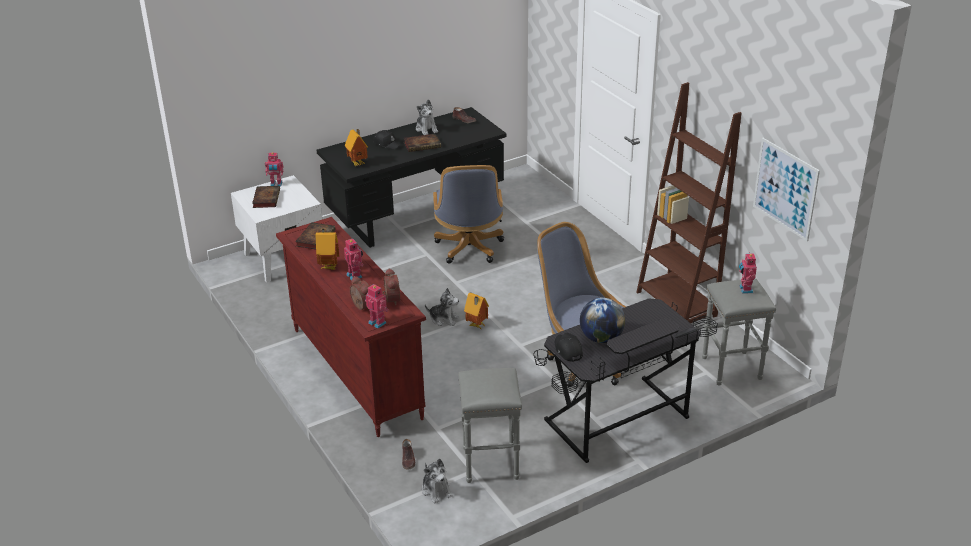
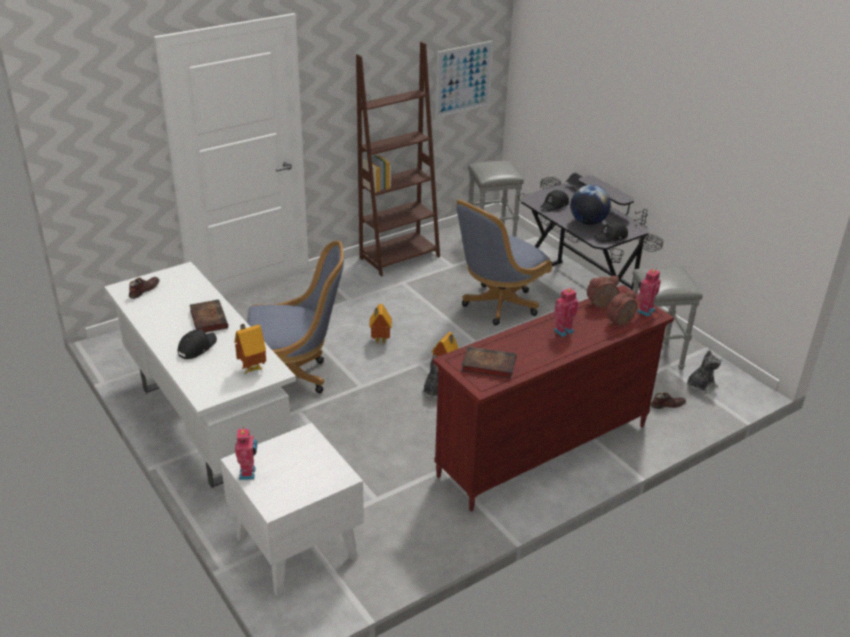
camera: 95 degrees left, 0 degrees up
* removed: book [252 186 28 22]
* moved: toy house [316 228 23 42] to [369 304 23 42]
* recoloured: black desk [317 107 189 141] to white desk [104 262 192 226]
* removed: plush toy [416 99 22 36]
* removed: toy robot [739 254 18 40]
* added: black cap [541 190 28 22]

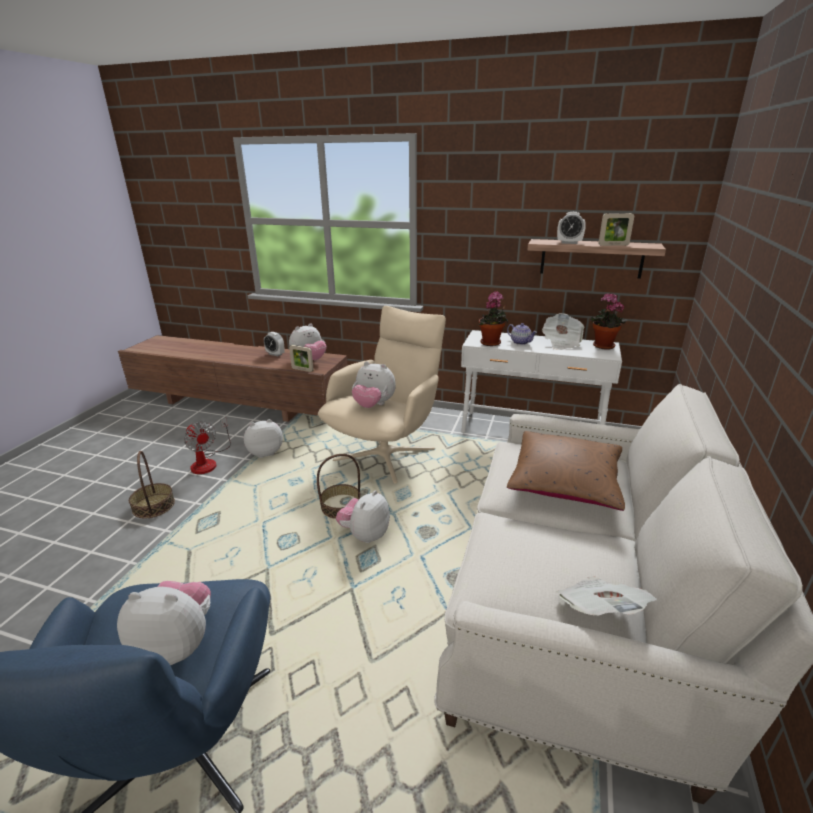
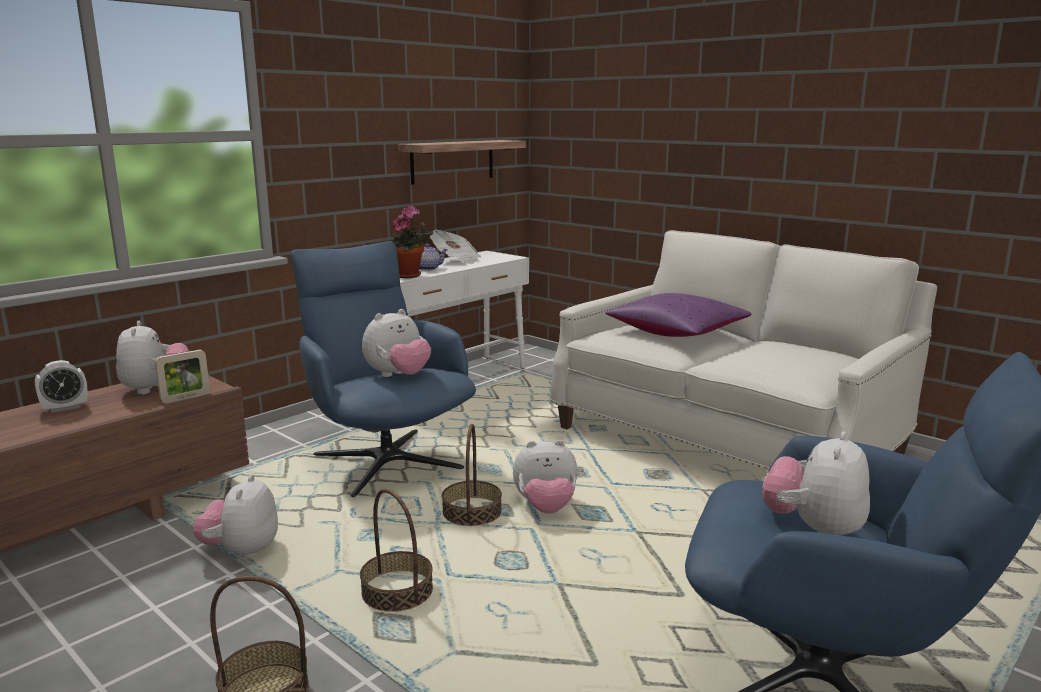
camera: 65 degrees left, 10 degrees down
* removed: fan [184 418 47 56]
* recoloured: beige armchair [318 306 128 178] to blue armchair [291 241 185 256]
* turned: plush toy [336 490 54 53] = [513 440 64 74] 60 degrees counterclockwise
* recoloured: brown pillow [507 431 118 80] to purple pillow [605 293 147 44]
* removed: newspaper [556 577 101 39]
* removed: alarm clock [557 212 29 32]
* removed: potted plant [590 293 38 57]
* removed: picture frame [599 213 35 33]
* added: basket [360 489 73 123]

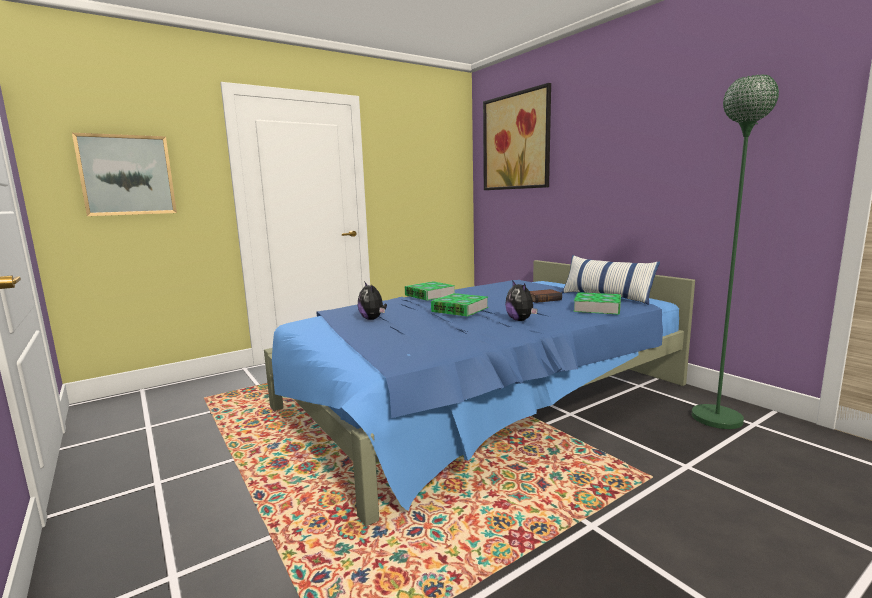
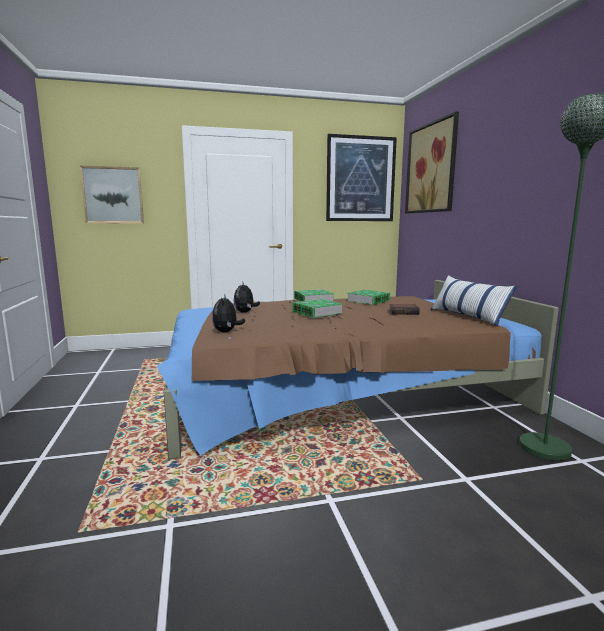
camera: 20 degrees right, 0 degrees up
* recoloured: blue bed [264 260 431 266] to brown bed [157 280 402 179]
* moved: plush toy [505 280 33 41] to [212 294 33 38]
* moved: book [573 292 48 23] to [348 290 42 15]
* added: picture [326 134 71 87]

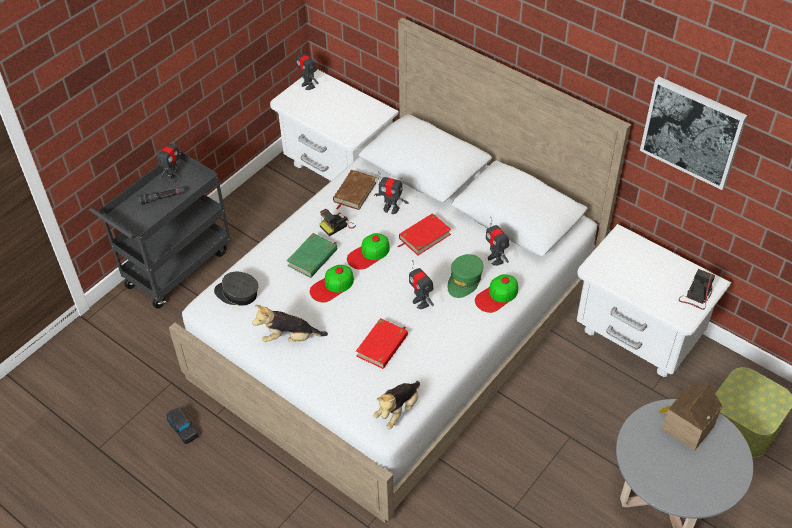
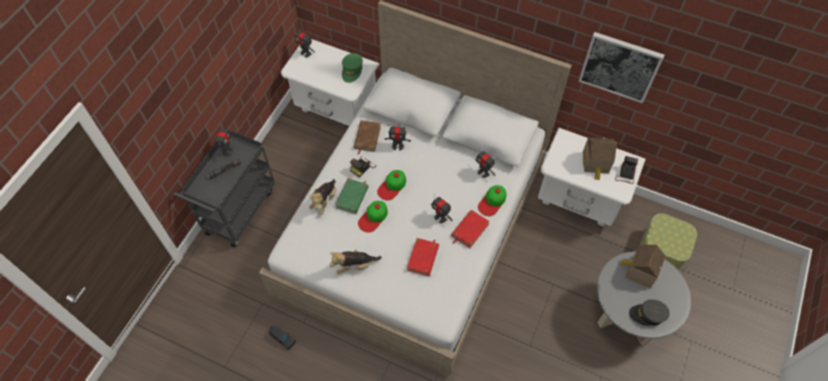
camera: 15 degrees left, 10 degrees up
* moved: grey cap [214 272 44 34] to [629 299 41 27]
* moved: plush toy [373 381 47 49] to [309 179 27 36]
* moved: red book [398 213 53 42] to [451 210 39 38]
* moved: green cap [448 254 35 44] to [342 53 21 30]
* added: toy house [583 138 34 42]

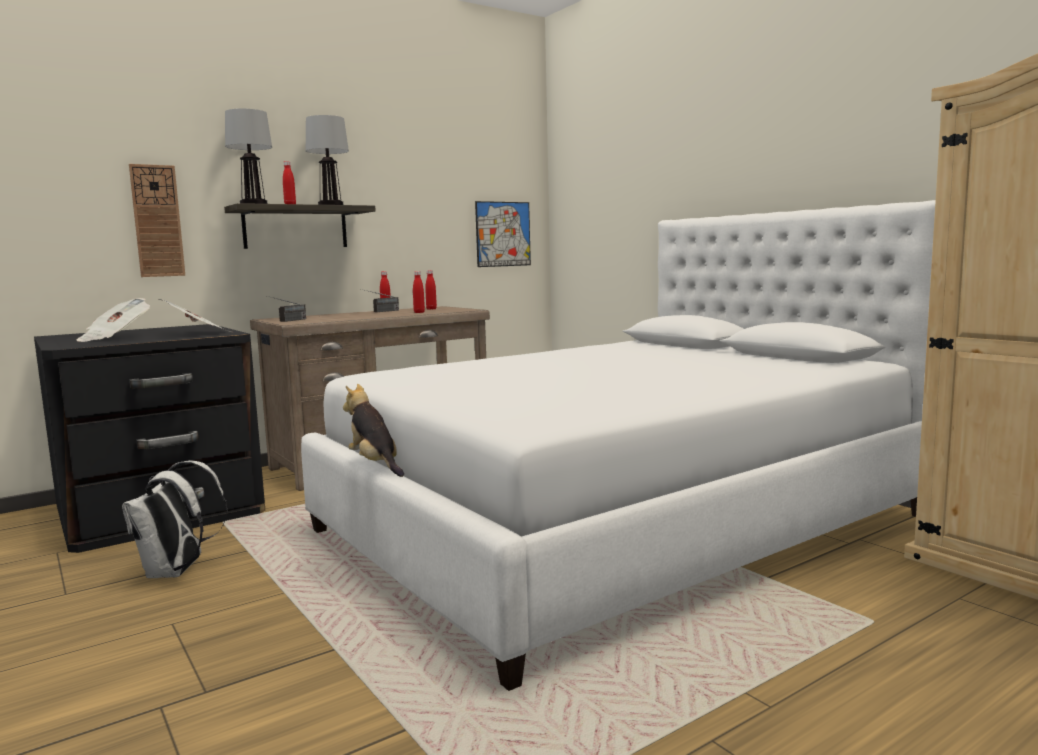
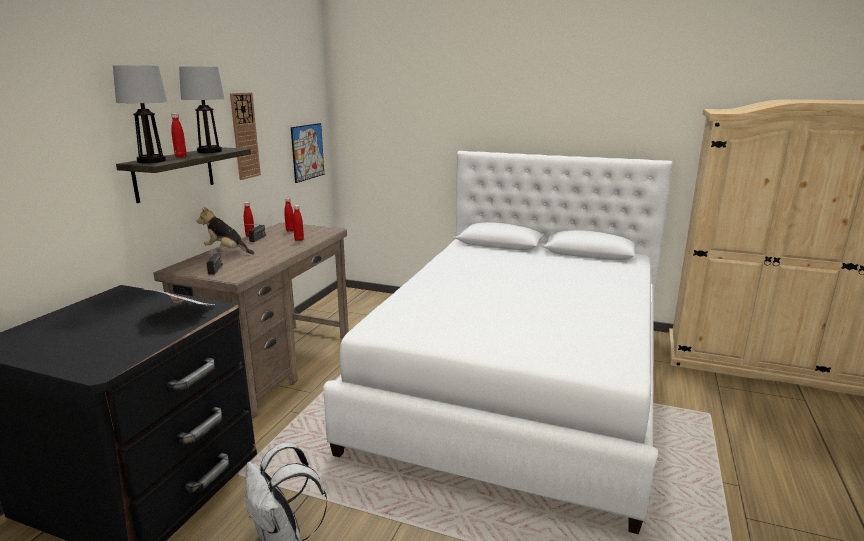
camera: 35 degrees left, 10 degrees up
* removed: newspaper [77 298 73 44]
* moved: wall clock [129 164 56 113] to [230 92 31 88]
* moved: plush toy [343 384 61 93] to [197 207 57 47]

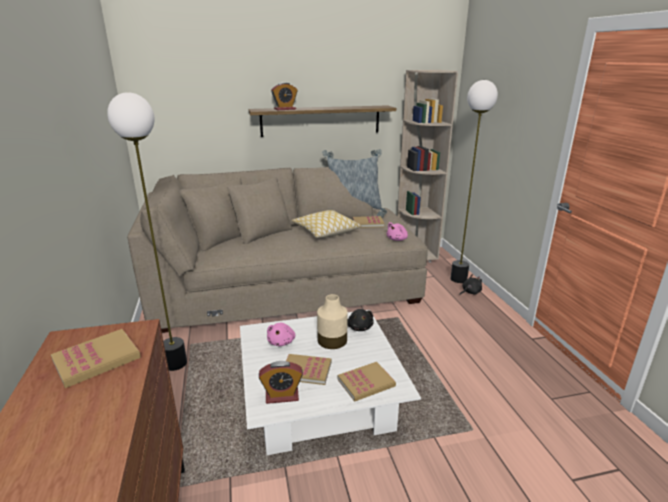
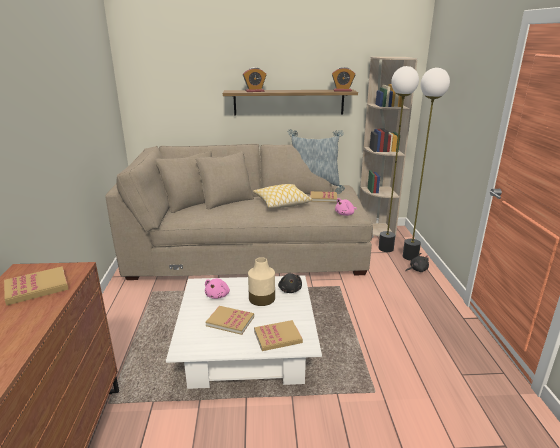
camera: 10 degrees right, 0 degrees up
* moved: floor lamp [107 92 80 279] to [378 66 41 186]
* moved: alarm clock [259 361 44 43] to [332 67 23 25]

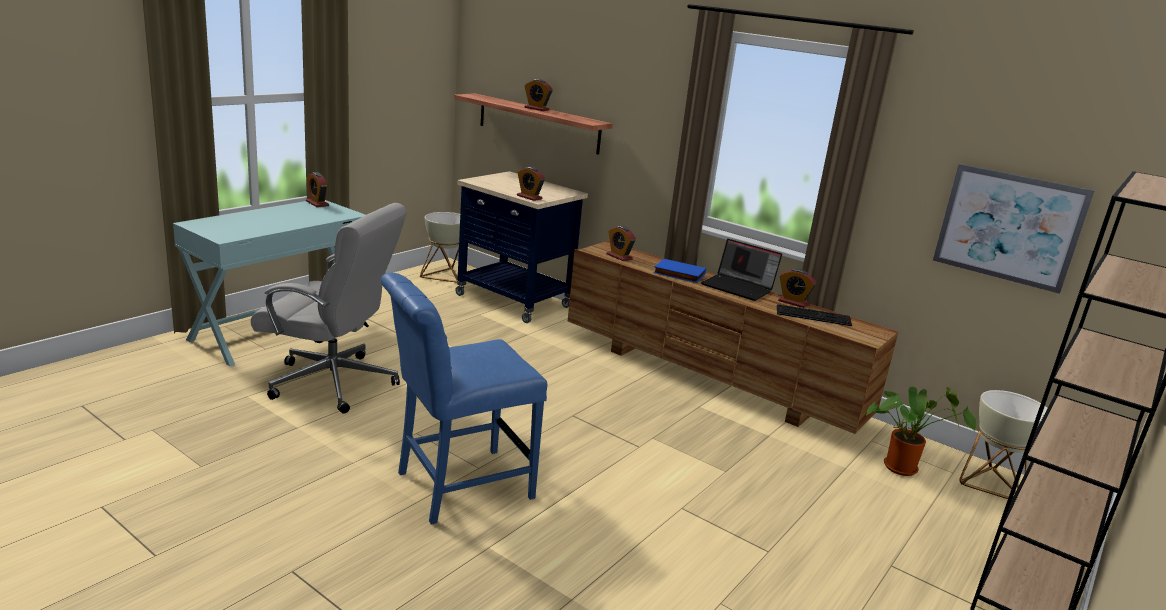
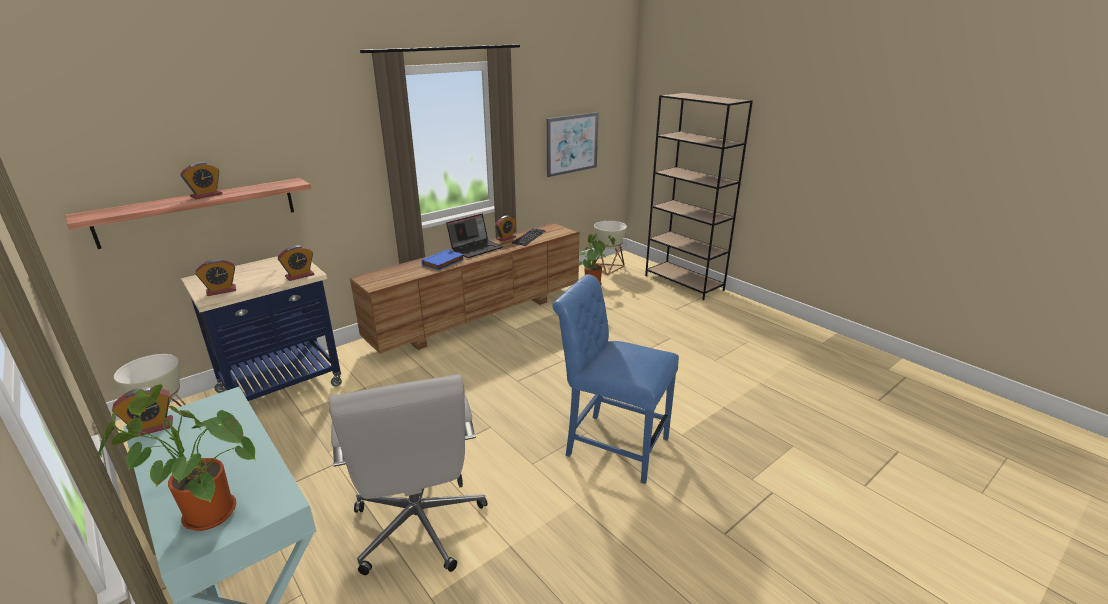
camera: 75 degrees left, 5 degrees up
* turned: grey office chair [251 203 156 210] = [329 374 159 201] 135 degrees clockwise
* turned: blue chair [381 273 166 252] = [553 274 126 210] 135 degrees clockwise
* moved: alarm clock [607 226 29 35] to [196 259 40 37]
* added: potted plant [98 384 157 147]

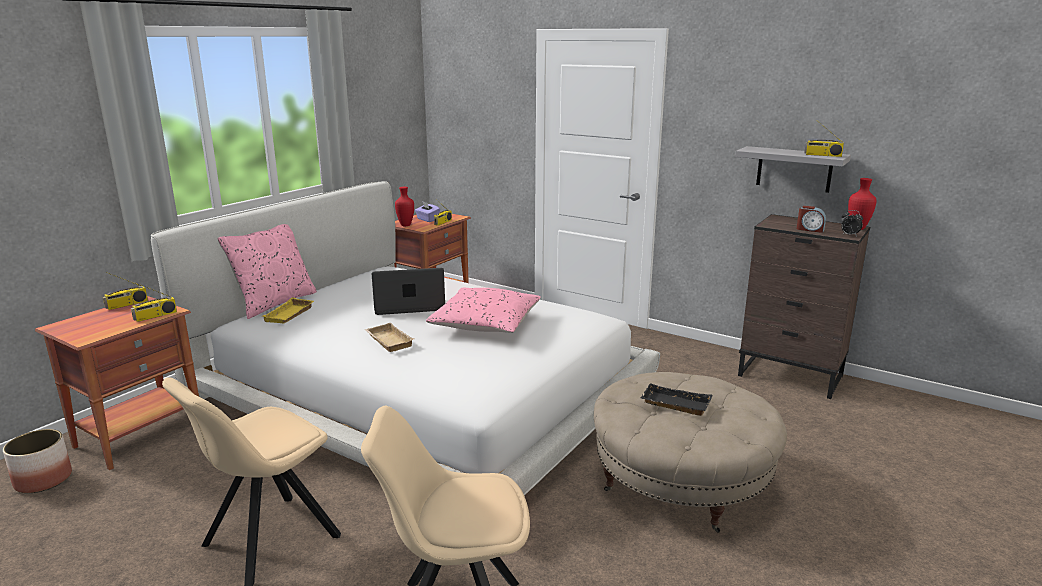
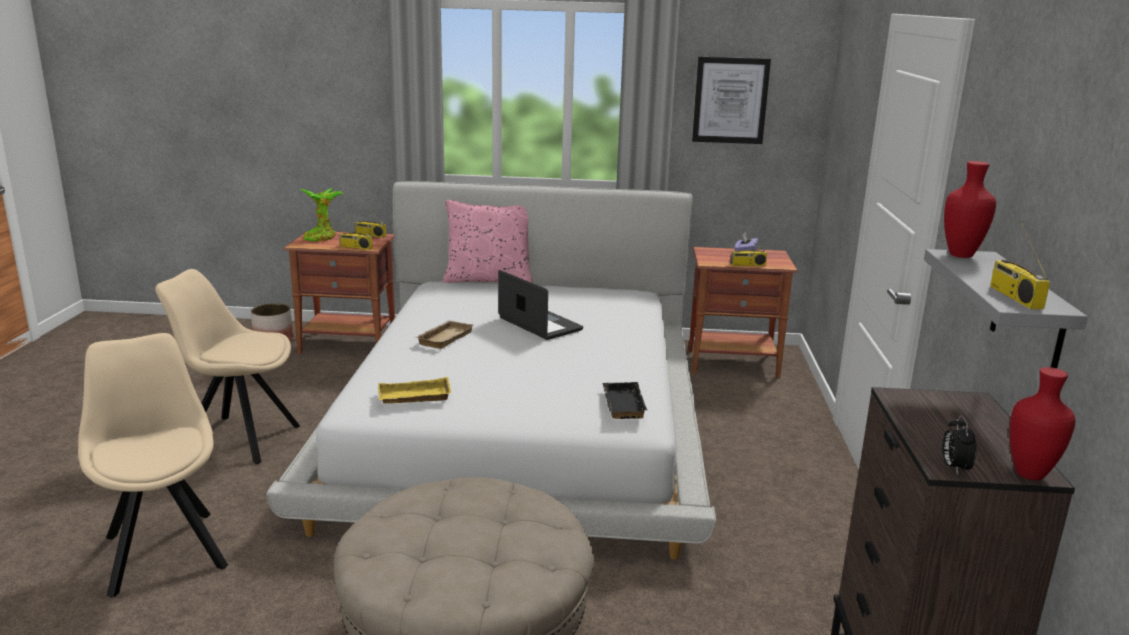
camera: 60 degrees right, 0 degrees up
* moved: yellow tray [263 297 51 26] to [378 377 73 27]
* moved: red vase [395 187 19 39] to [944 161 52 97]
* removed: pink pillow [426 288 115 45]
* moved: black tray [641 383 71 33] to [602 382 45 37]
* removed: alarm clock [797 206 29 27]
* added: potted plant [299 188 45 53]
* added: picture [692 57 79 87]

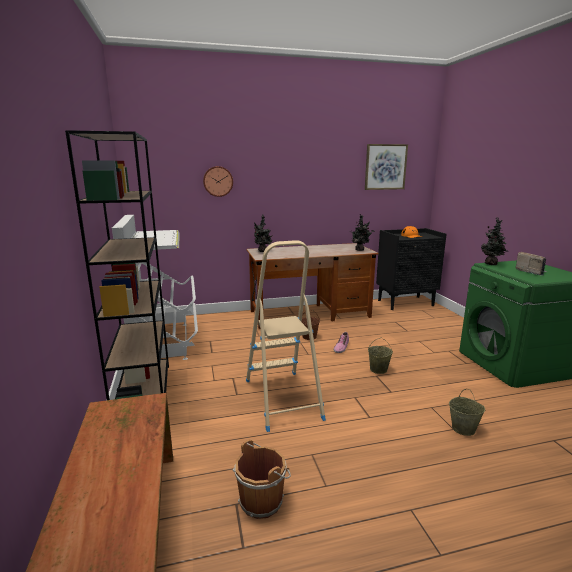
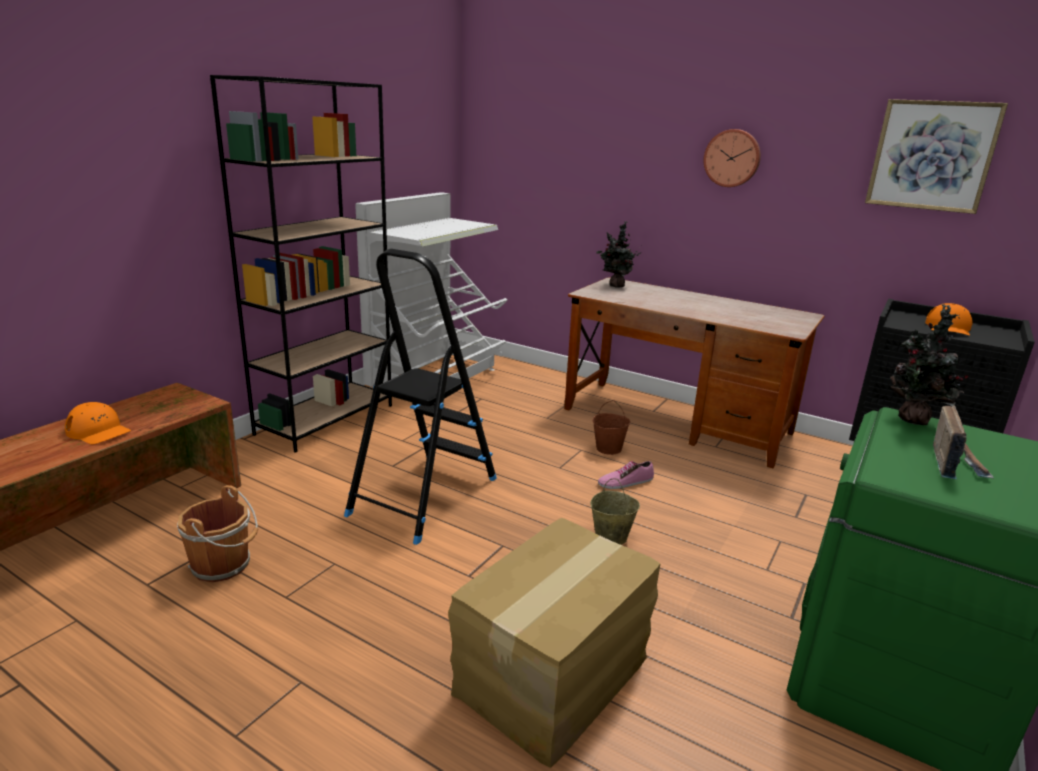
camera: 45 degrees right, 5 degrees up
* moved: wall clock [203 166 30 31] to [704 129 57 58]
* recoloured: beige step ladder [246 240 80 192] to black step ladder [344 249 153 296]
* removed: potted plant [349 214 25 37]
* replaced: beige bucket [449 389 36 47] to cardboard box [448 517 213 251]
* added: orange cap [65 402 66 42]

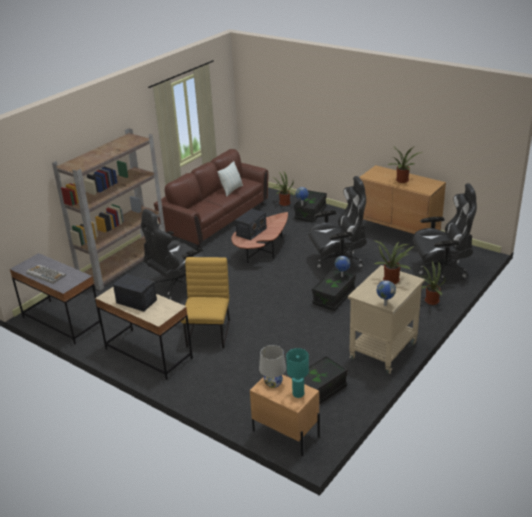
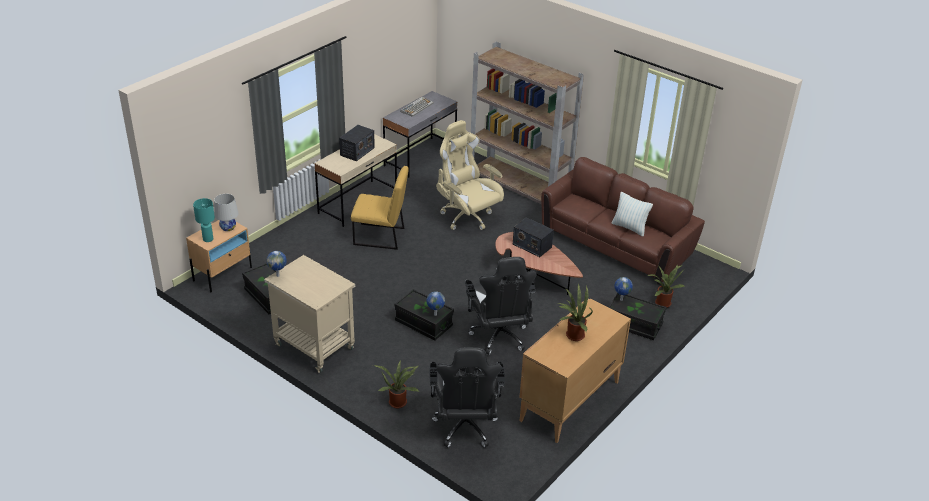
camera: 90 degrees right, 5 degrees up
* recoloured: black office chair [141 209 64 91] to beige office chair [436 120 68 110]
* removed: potted plant [373 240 41 44]

